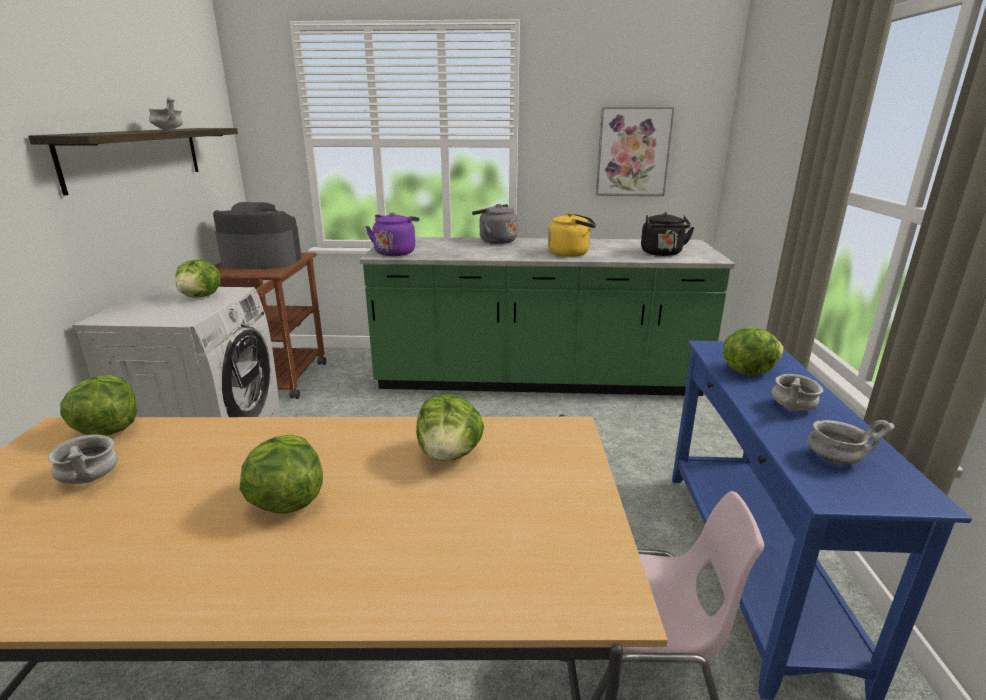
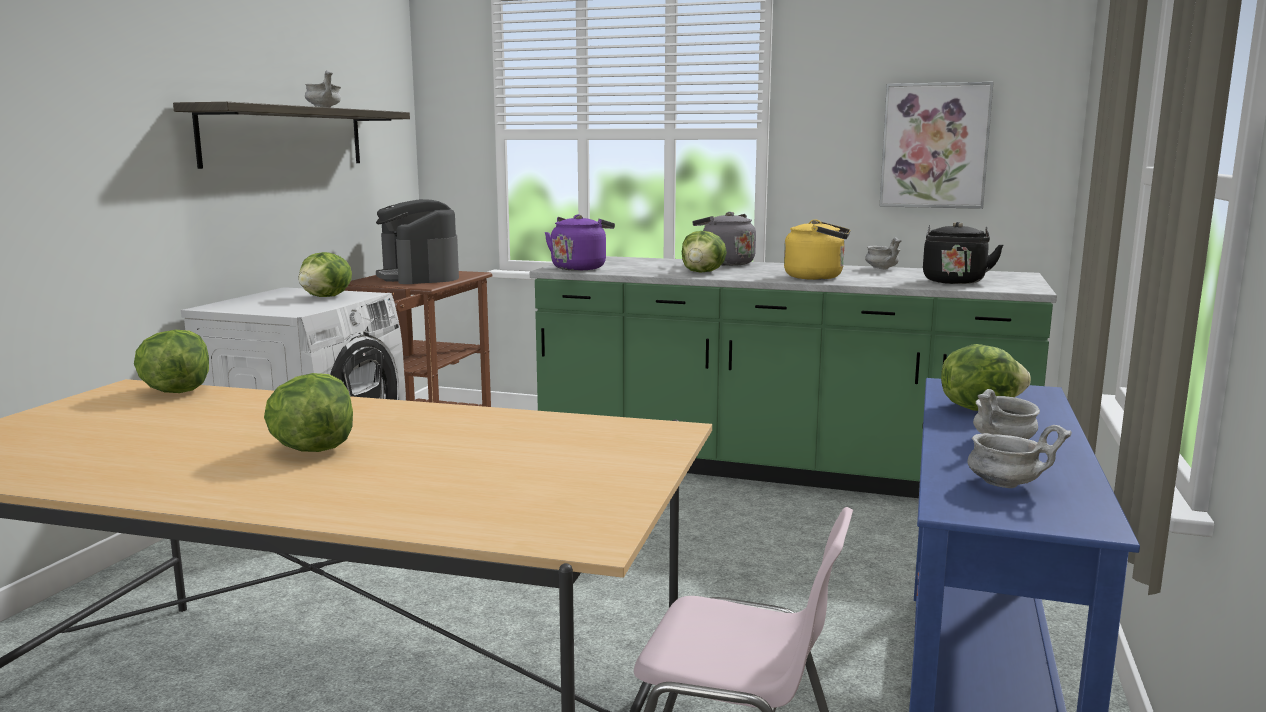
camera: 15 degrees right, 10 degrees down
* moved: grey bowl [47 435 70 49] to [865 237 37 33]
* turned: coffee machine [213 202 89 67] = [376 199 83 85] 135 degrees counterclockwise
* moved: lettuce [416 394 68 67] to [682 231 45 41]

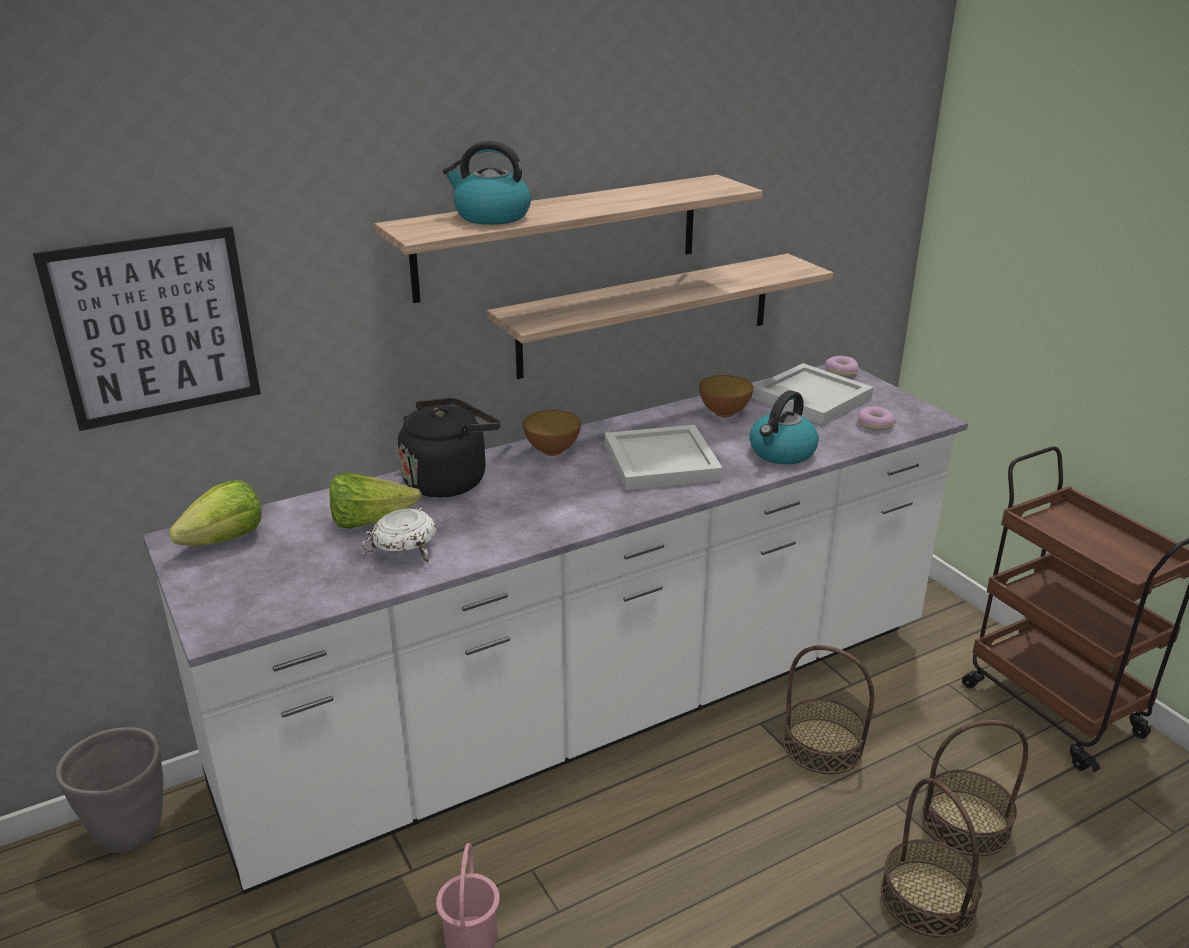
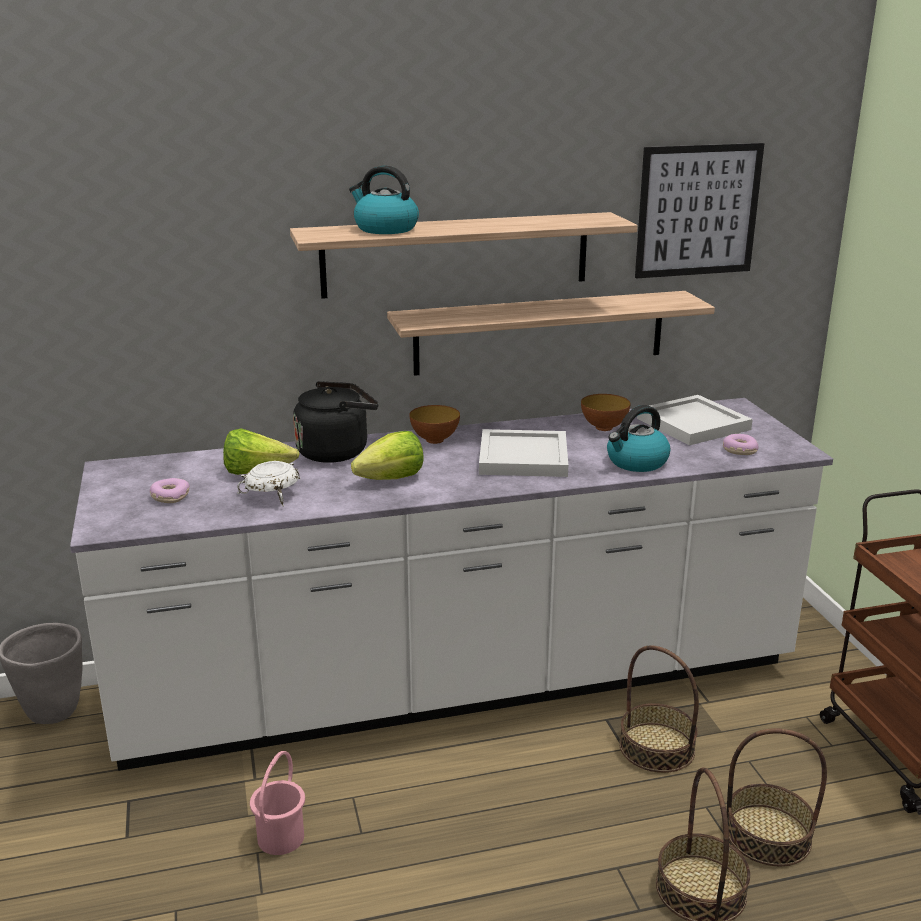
camera: 15 degrees right, 5 degrees down
* moved: picture [33 226 228 205] to [635 143 129 135]
* moved: lettuce [169 480 93 66] to [351 431 73 49]
* moved: donut [825 356 34 21] to [150 478 40 25]

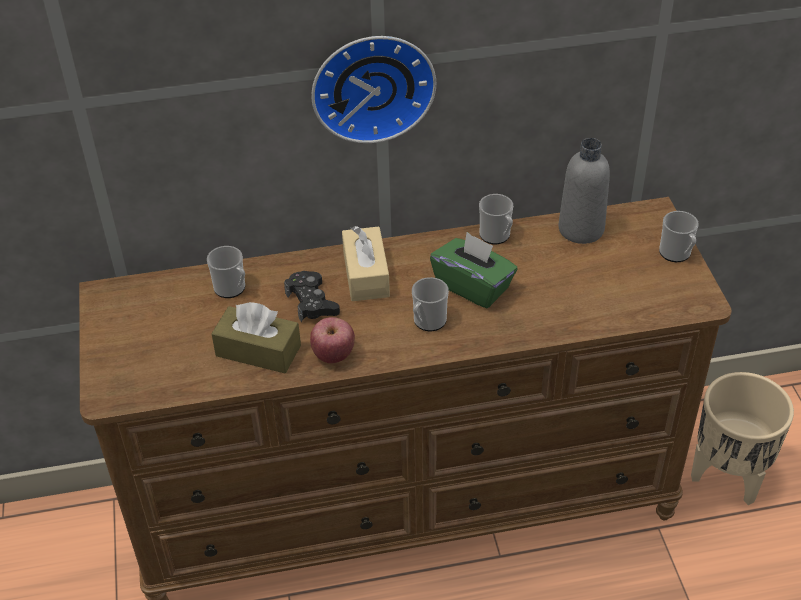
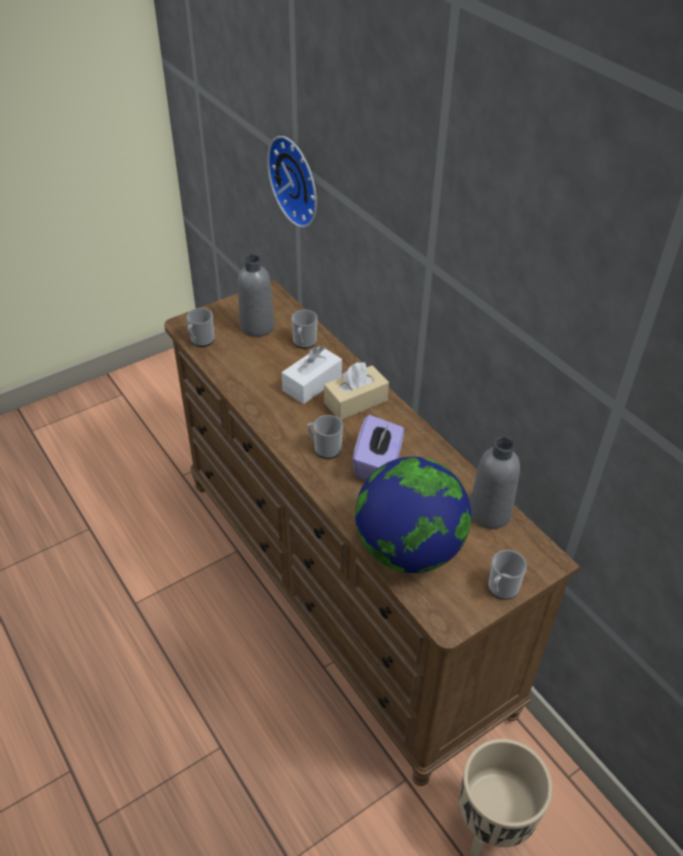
camera: 65 degrees right, 0 degrees up
* removed: brown tissue box [211 302 90 71]
* replaced: black game controller [284 271 56 51] to white tissue box [281 345 61 59]
* removed: apple [310 317 45 46]
* moved: wall clock [311 36 125 107] to [267 136 50 92]
* recoloured: green tissue box [430 232 88 76] to purple tissue box [352 415 52 65]
* moved: mug [479 194 34 50] to [187 308 27 39]
* added: grey bottle [238 255 36 82]
* added: globe [355 457 116 116]

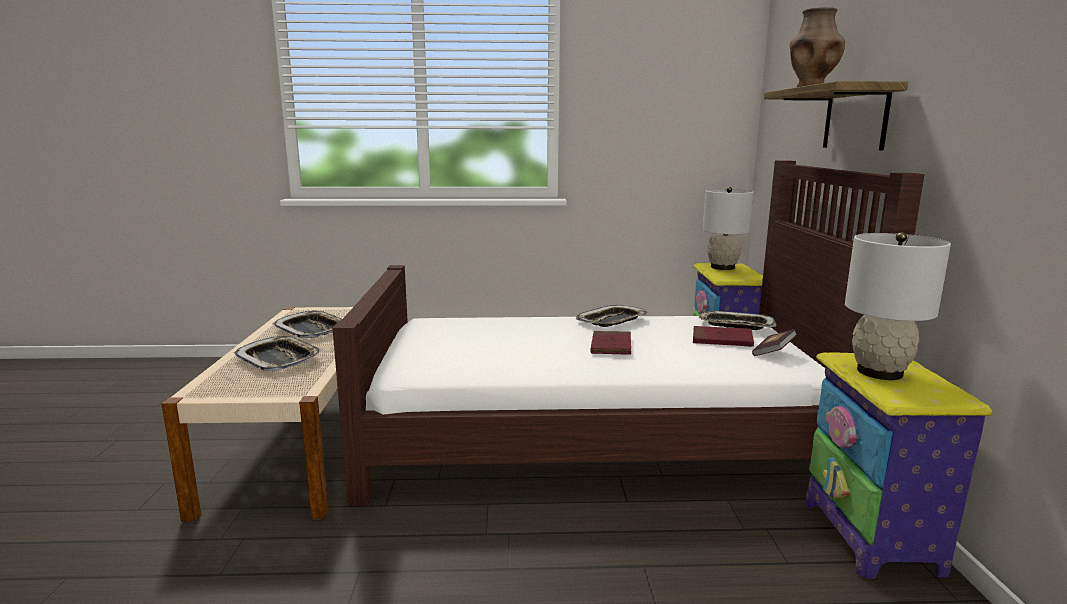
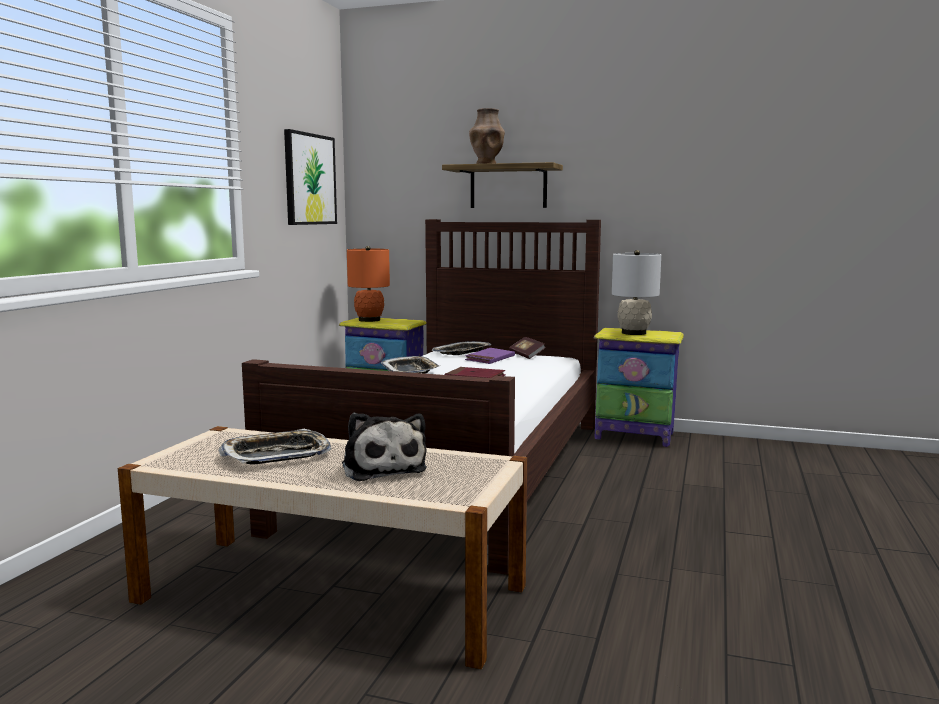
camera: 70 degrees left, 5 degrees down
* replaced: tray [234 336 88 35] to plush toy [342 413 85 68]
* recoloured: red book [693 326 61 21] to purple book [465 348 50 16]
* recoloured: white table lamp [702 187 52 83] to orange table lamp [347 246 43 76]
* added: picture [284 129 53 96]

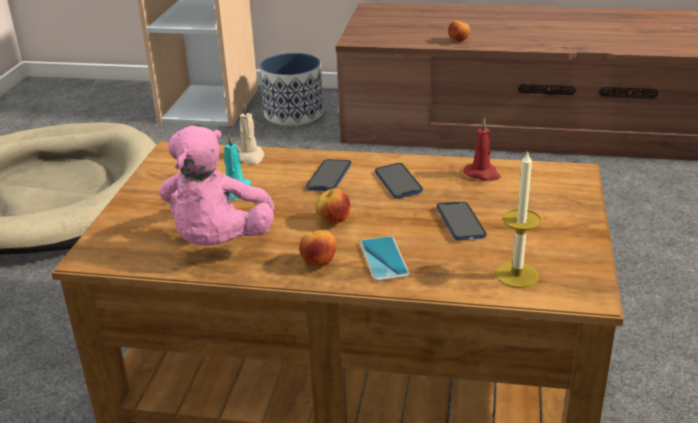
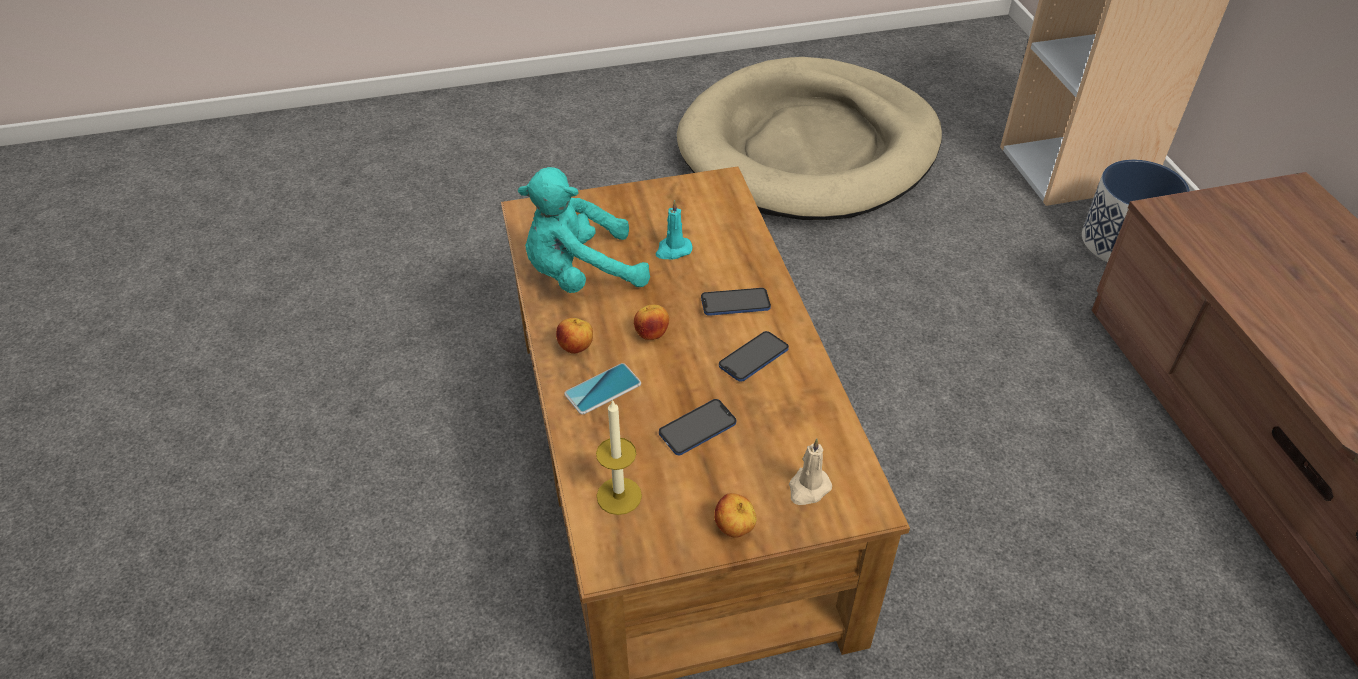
camera: 65 degrees right, 15 degrees up
* recoloured: pink plush toy [159 125 116 121] to turquoise plush toy [518 167 132 126]
* moved: beige candle [238 103 26 61] to [789 439 43 66]
* moved: apple [448 20 22 22] to [714 493 43 45]
* removed: red candle [464 118 37 62]

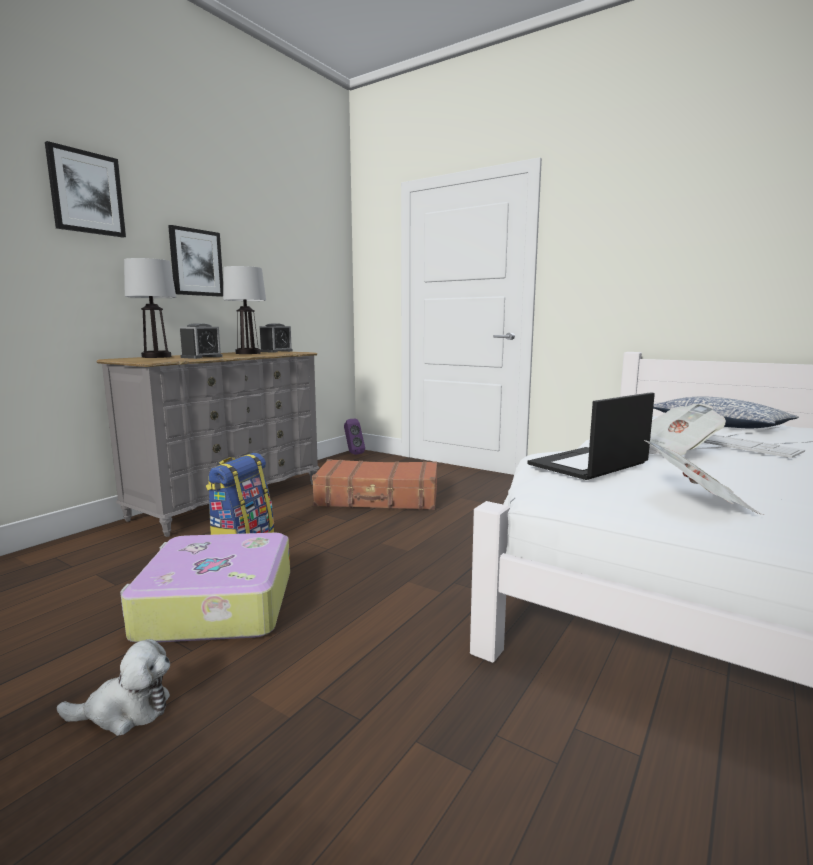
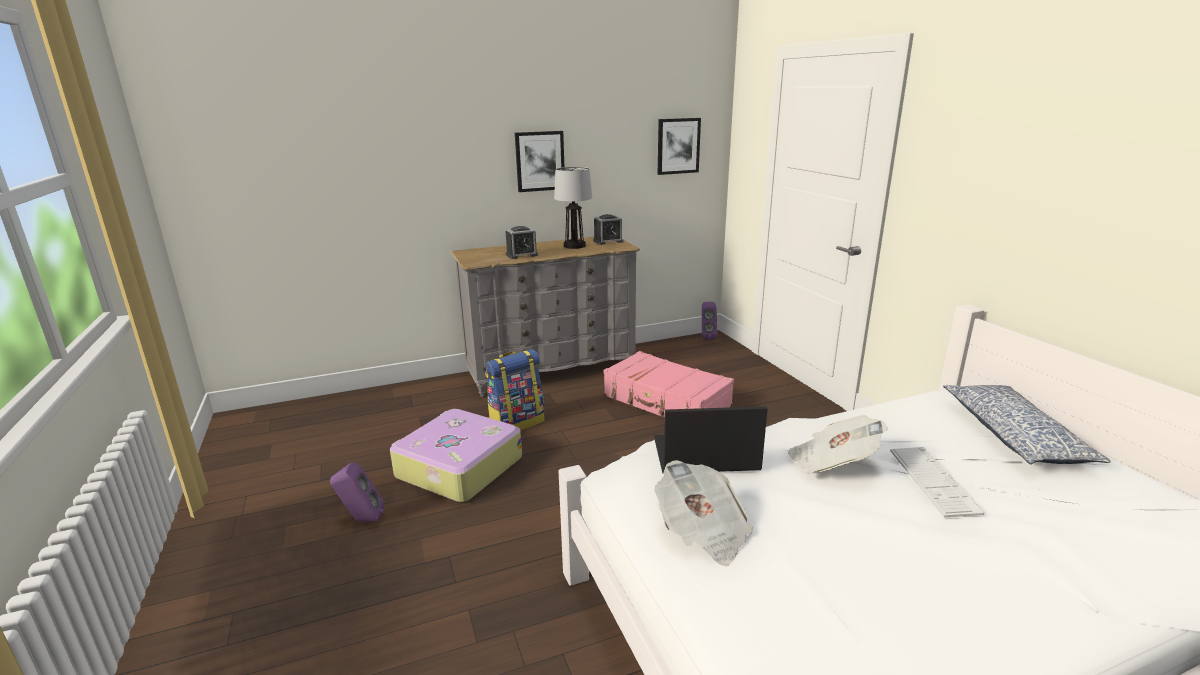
camera: 35 degrees right, 10 degrees up
* moved: picture [45 141 81 97] to [658 118 43 57]
* replaced: plush toy [56 639 114 97] to purple speaker [330 462 54 60]
* removed: table lamp [124 258 52 100]
* recoloured: brown suitcase [312 459 125 51] to pink suitcase [604 351 130 67]

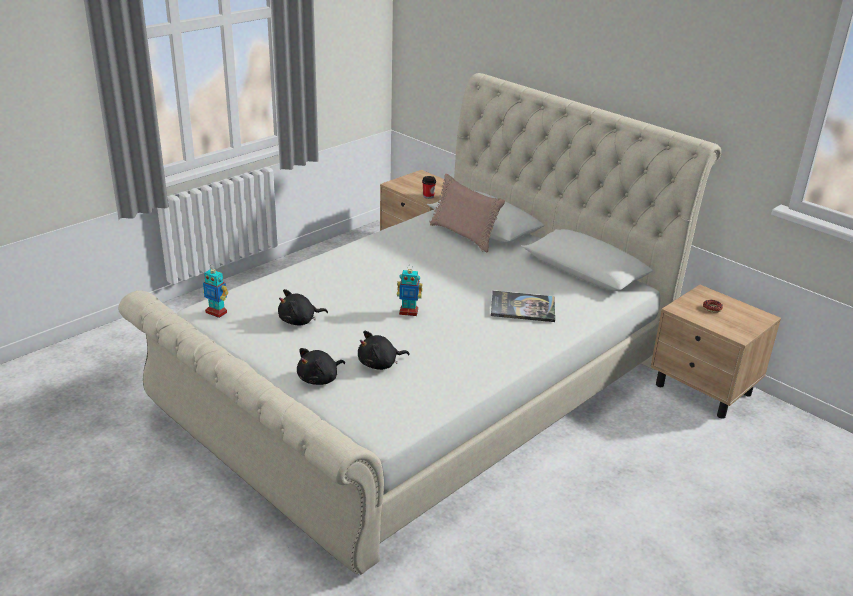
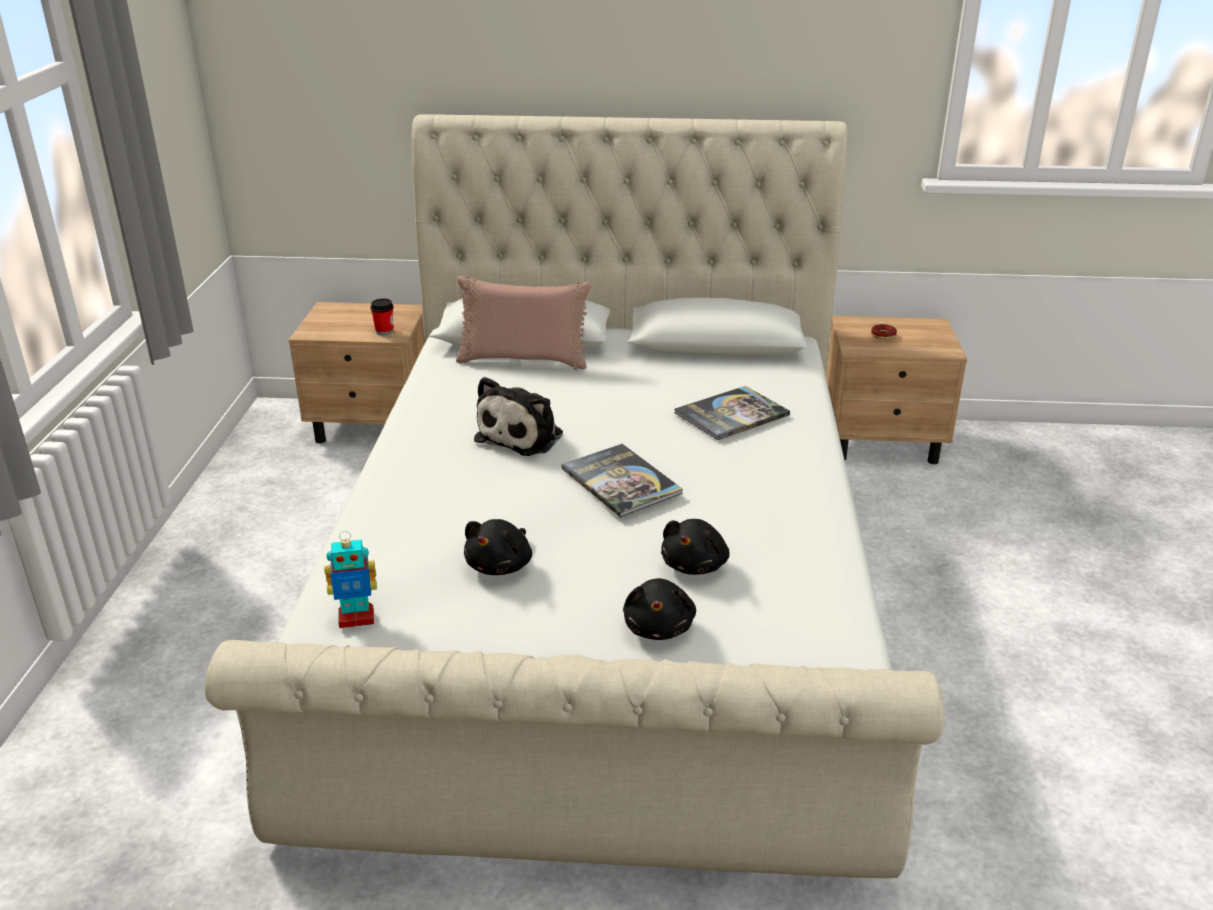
camera: 40 degrees left, 0 degrees up
* replaced: toy robot [397 265 25 51] to book [562 444 121 73]
* added: plush toy [474 377 89 79]

